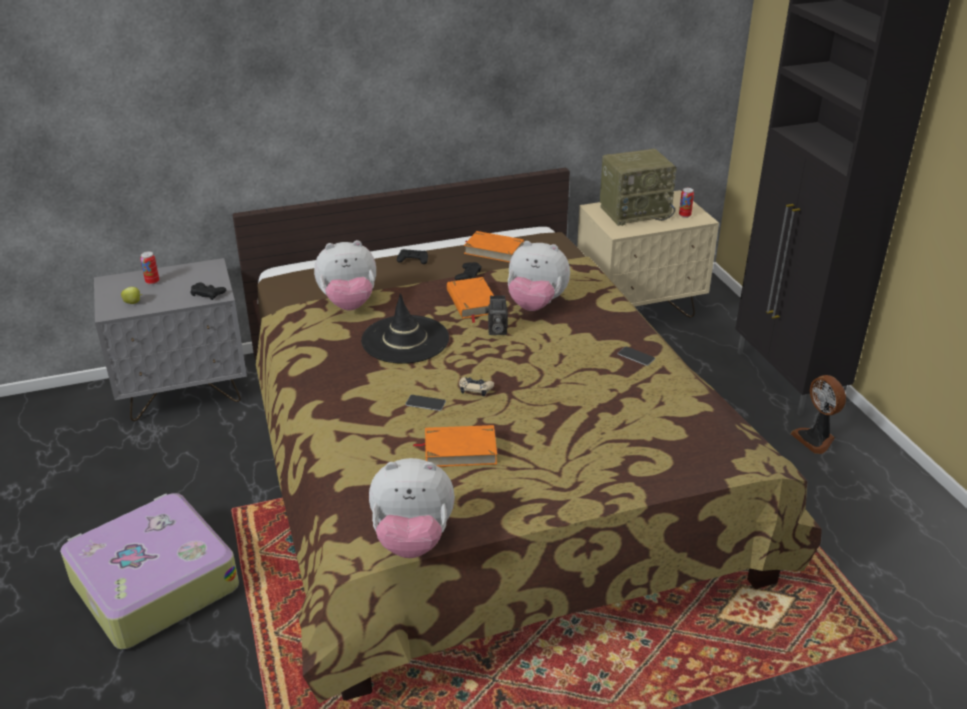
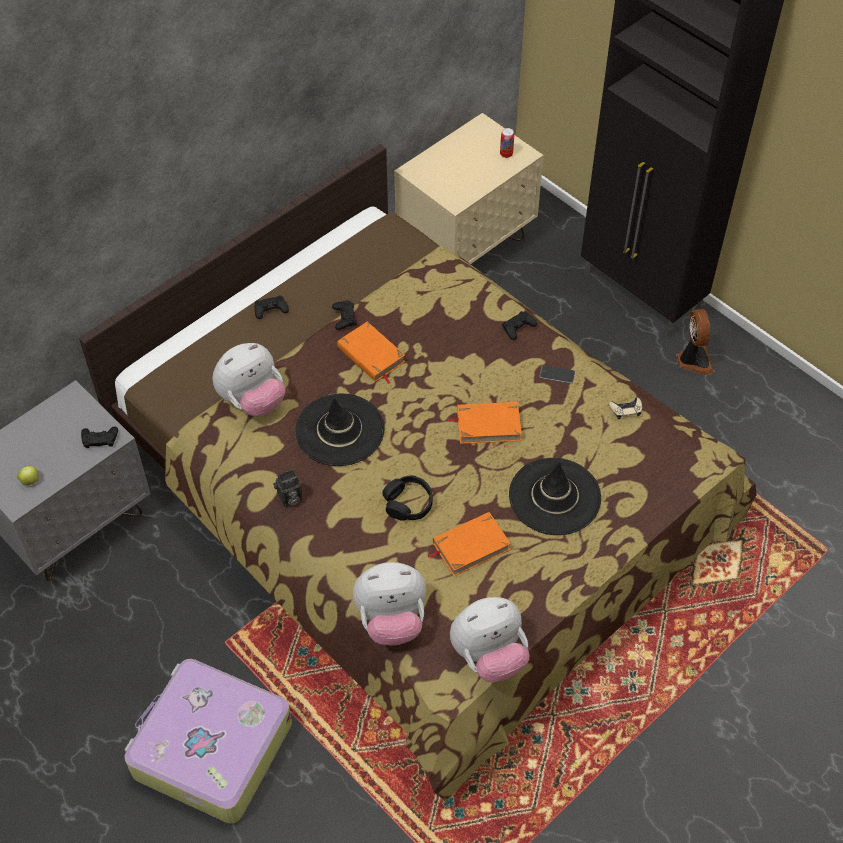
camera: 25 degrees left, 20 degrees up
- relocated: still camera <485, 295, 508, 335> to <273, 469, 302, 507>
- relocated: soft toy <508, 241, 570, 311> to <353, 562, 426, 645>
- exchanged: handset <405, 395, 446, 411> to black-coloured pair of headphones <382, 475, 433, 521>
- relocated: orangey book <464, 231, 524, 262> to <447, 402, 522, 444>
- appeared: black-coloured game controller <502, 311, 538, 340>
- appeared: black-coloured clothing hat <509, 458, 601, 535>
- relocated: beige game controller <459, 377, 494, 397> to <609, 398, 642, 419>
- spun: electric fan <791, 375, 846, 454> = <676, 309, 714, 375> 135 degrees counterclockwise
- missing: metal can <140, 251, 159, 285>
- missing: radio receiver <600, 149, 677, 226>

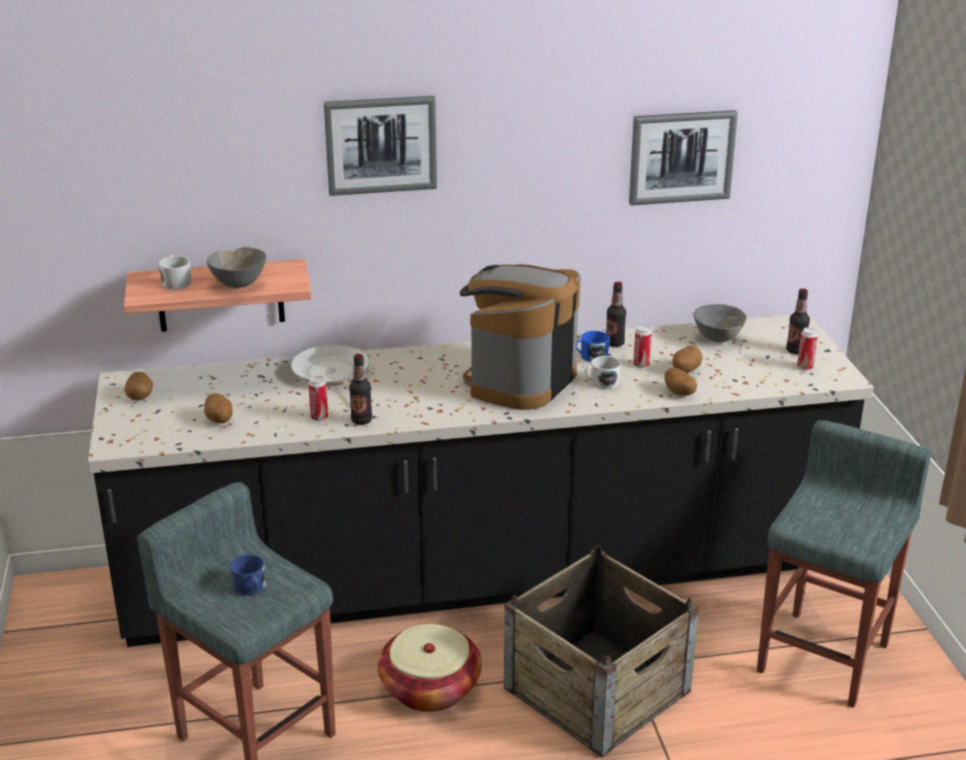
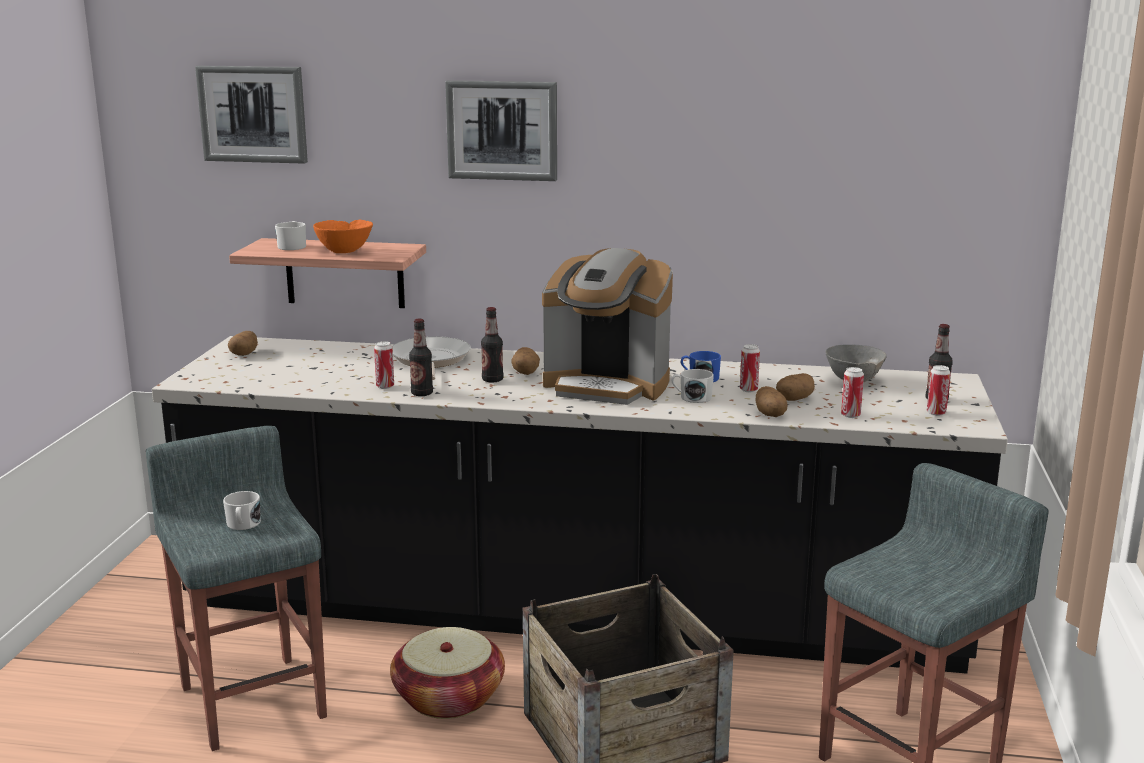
camera: 20 degrees right, 10 degrees down
- relocated: picture <629, 110, 738, 205> to <195, 66, 308, 163>
- colour: blue-coloured mug <230, 555, 265, 595> to white-coloured mug <223, 491, 261, 530>
- colour: greyish deep dish <207, 247, 267, 288> to orangey deep dish <313, 220, 373, 253>
- relocated: beverage bottle <606, 282, 626, 347> to <481, 307, 503, 383>
- relocated: spud <204, 393, 233, 423> to <511, 347, 540, 375>
- spun: coffee maker <459, 264, 580, 410> = <542, 248, 673, 405> 120 degrees counterclockwise
- appeared: metal can <841, 367, 864, 418>

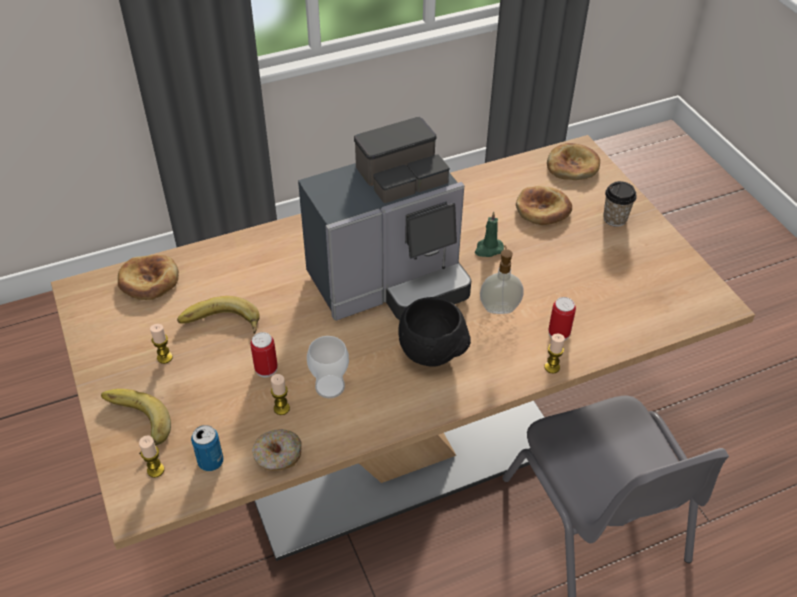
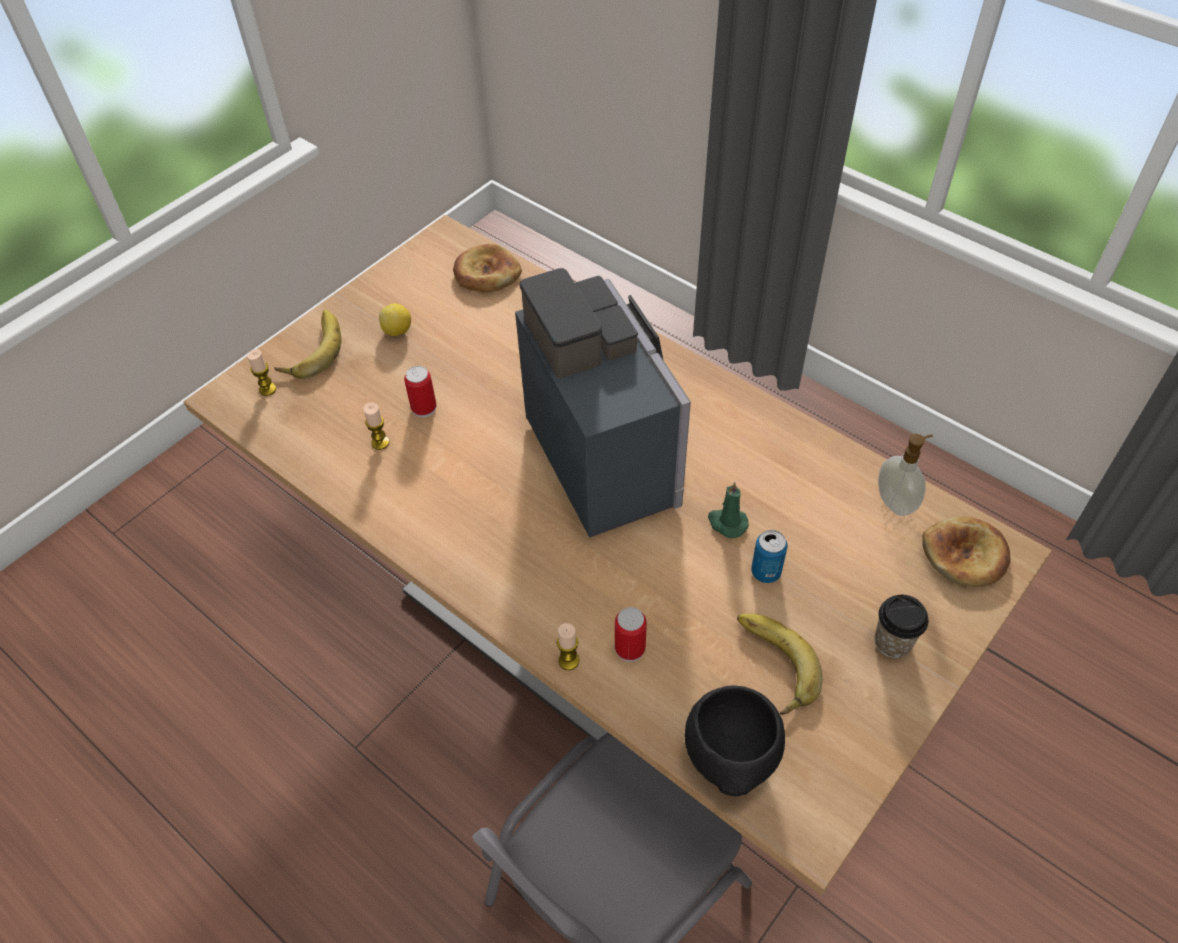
camera: 65 degrees right, 5 degrees up
- exchanged: candle <150, 324, 173, 364> to lemon <379, 304, 411, 336>
- spun: coffee maker <298, 117, 471, 321> = <515, 268, 691, 538> 150 degrees counterclockwise
- relocated: black-coloured deep dish <398, 297, 471, 366> to <685, 686, 785, 796>
- relocated: whole banana <177, 296, 260, 334> to <737, 614, 822, 715>
- relocated: metal can <191, 425, 224, 471> to <751, 530, 787, 583>
- relocated: soap dispenser <480, 245, 524, 314> to <878, 434, 933, 516>
- missing: donut <252, 429, 302, 471>
- missing: cup <307, 336, 349, 398>
- missing: bakery bread <516, 186, 572, 225>

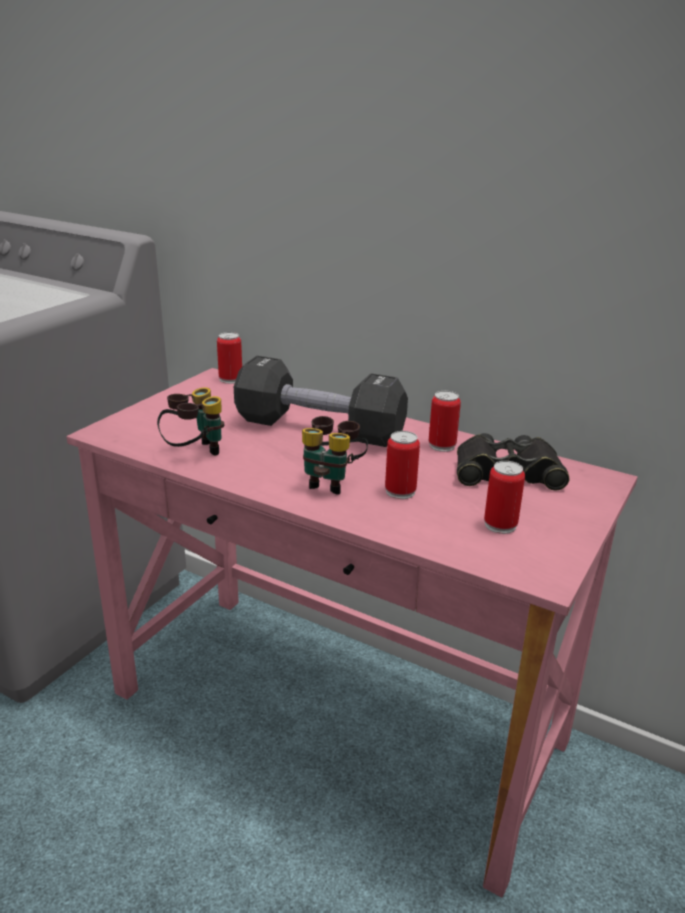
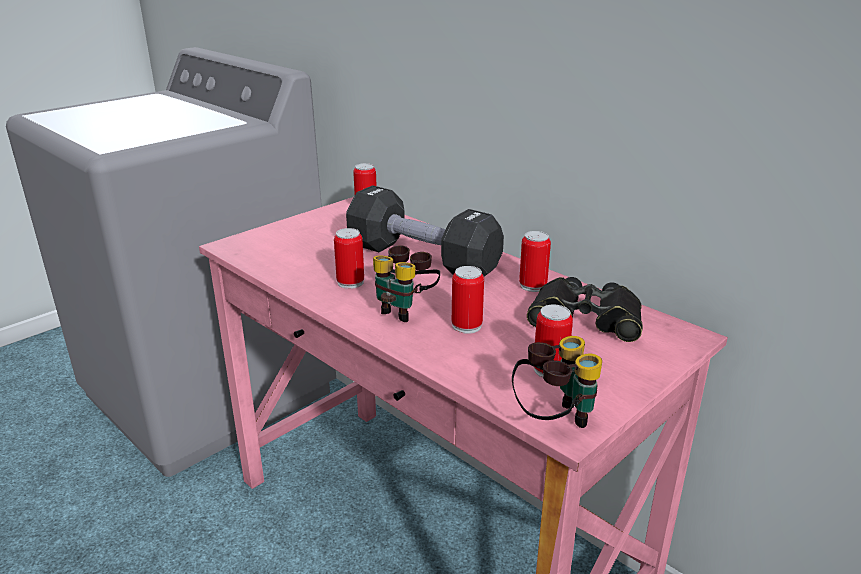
camera: 15 degrees right, 0 degrees up
- appeared: metal can <334, 228, 364, 289>
- relocated: binoculars <157, 387, 224, 455> to <512, 336, 602, 428>

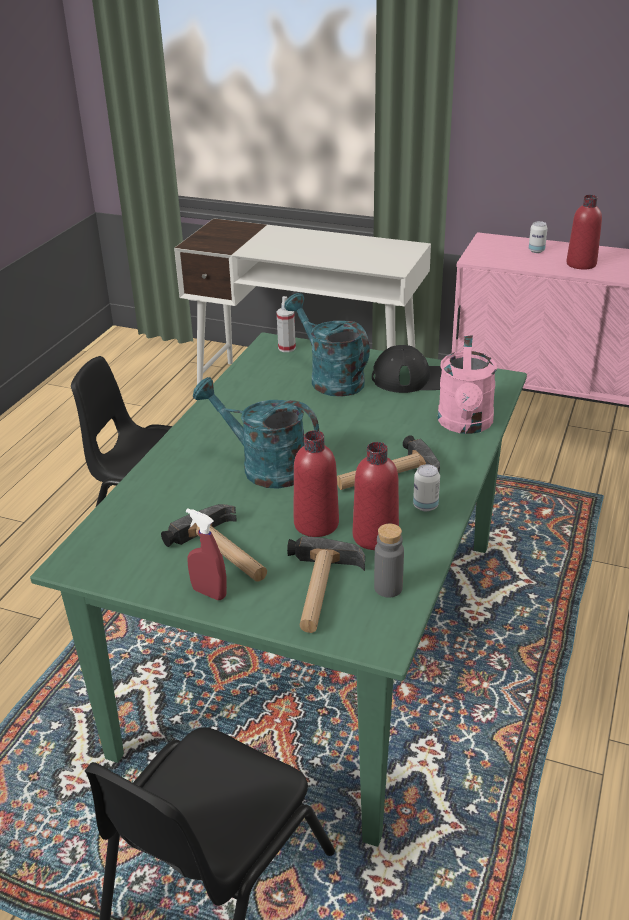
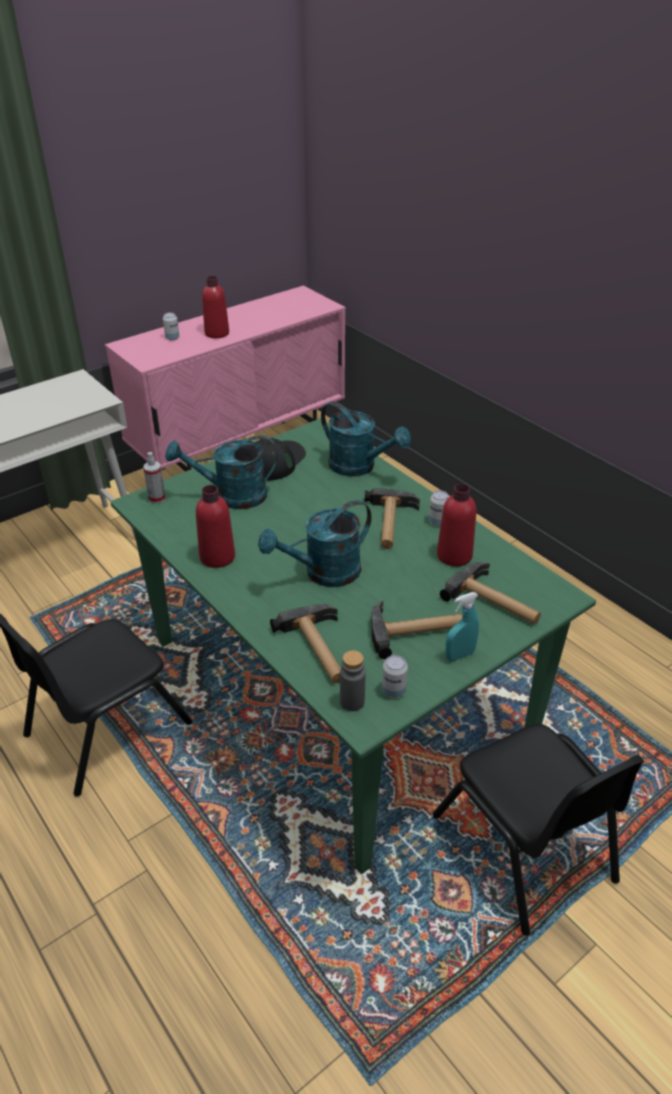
camera: 60 degrees left, 5 degrees up
- relocated: red beverage bottle <294, 430, 339, 537> to <196, 485, 235, 568>
- appeared: hammer <270, 604, 341, 683>
- colour: pink watering can <438, 335, 497, 434> to turquoise watering can <321, 402, 411, 477>
- relocated: greyish beverage bottle <374, 524, 404, 597> to <340, 650, 366, 711>
- appeared: metal can <382, 655, 408, 698>
- colour: red spray bottle <186, 508, 227, 600> to turquoise spray bottle <445, 592, 479, 661>

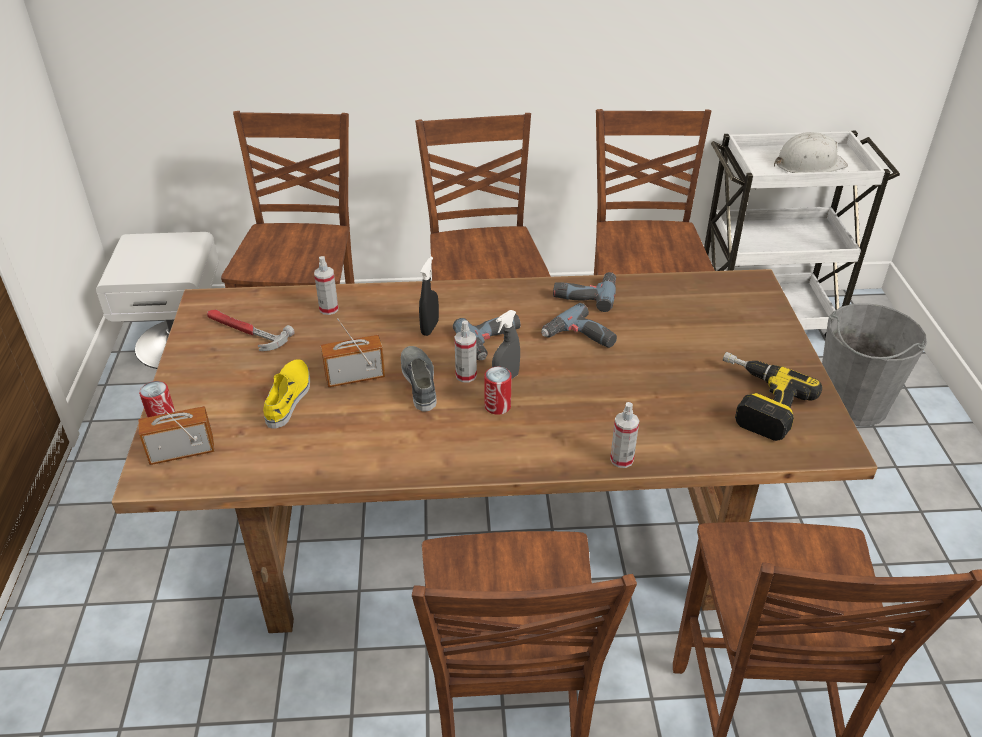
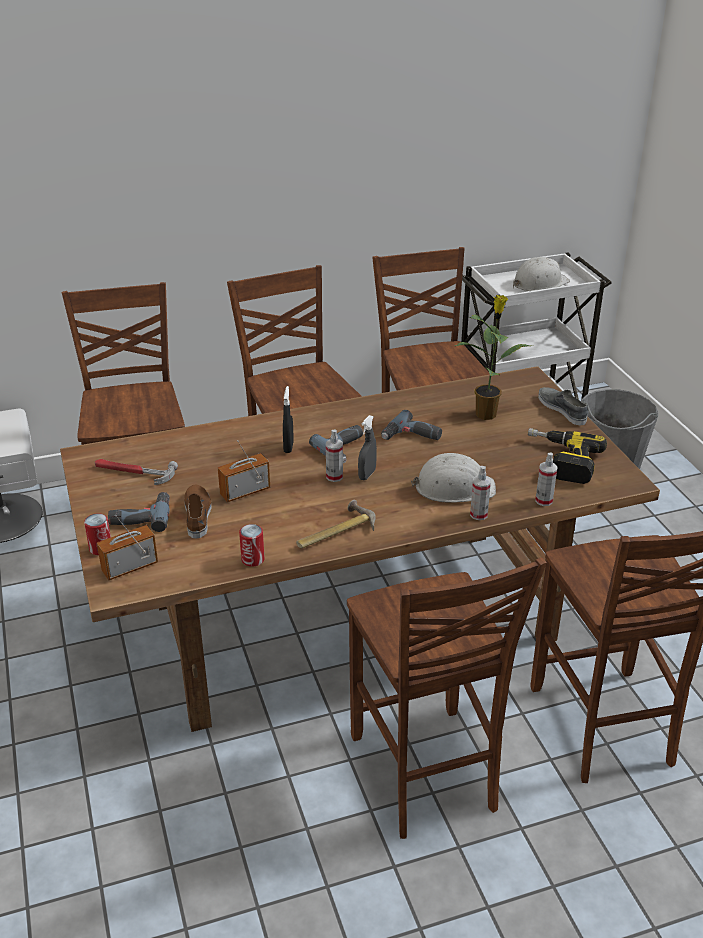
camera: 15 degrees left, 5 degrees down
- relocated: power drill <553, 272, 616, 312> to <108, 492, 170, 532>
- colour: yellow-coloured low shoe <263, 359, 310, 428> to brown low shoe <184, 485, 212, 538>
- relocated: metal can <484, 367, 512, 415> to <239, 524, 265, 567>
- appeared: hammer <296, 500, 376, 549>
- appeared: white-coloured hard hat <411, 453, 496, 503>
- appeared: houseplant <455, 295, 531, 420>
- relocated: spray bottle <314, 256, 338, 315> to <535, 453, 558, 506>
- relocated: greyish low shoe <401, 346, 437, 412> to <538, 387, 588, 426>

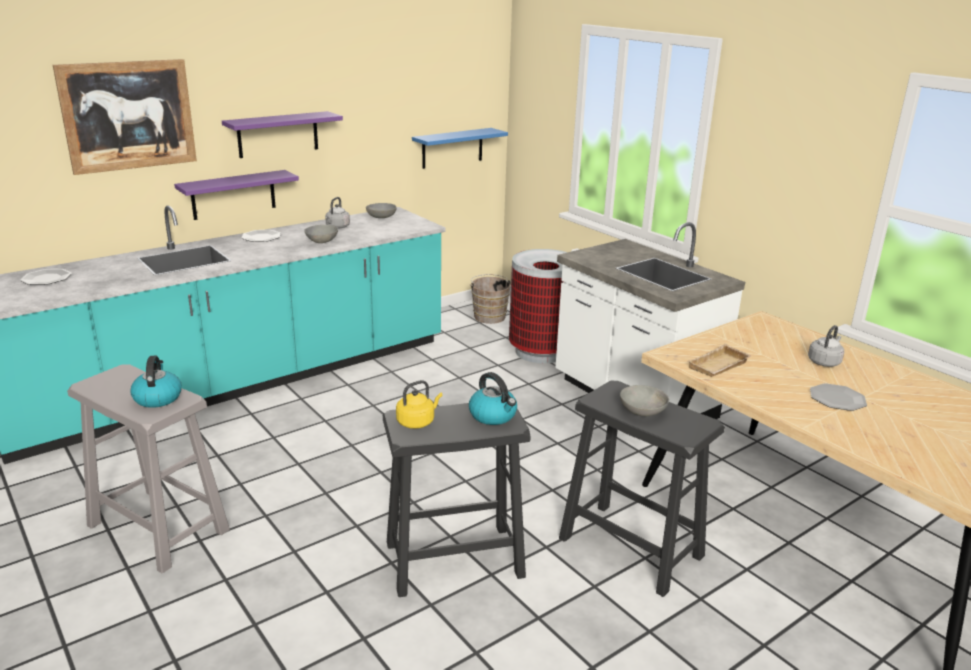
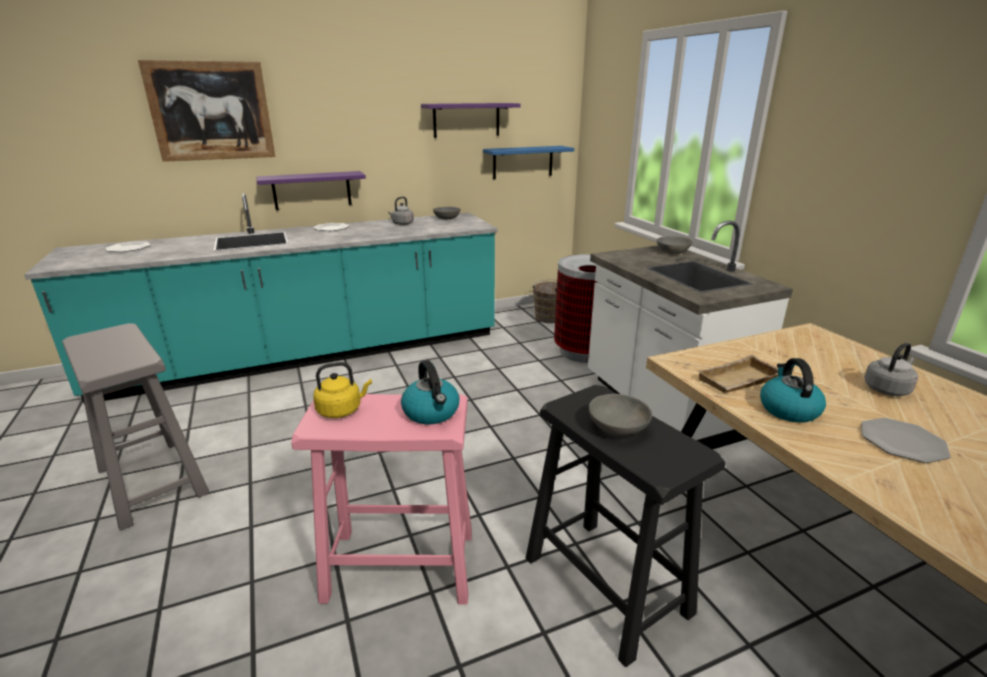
camera: 15 degrees right, 0 degrees up
- colour: black-coloured stool <383, 403, 531, 597> to pink stool <291, 393, 472, 605>
- relocated: purple bracket shelf <222, 111, 343, 158> to <421, 103, 520, 138>
- relocated: greyish deep dish <304, 225, 338, 243> to <656, 236, 692, 254>
- relocated: tea kettle <130, 356, 182, 408> to <760, 358, 826, 423>

